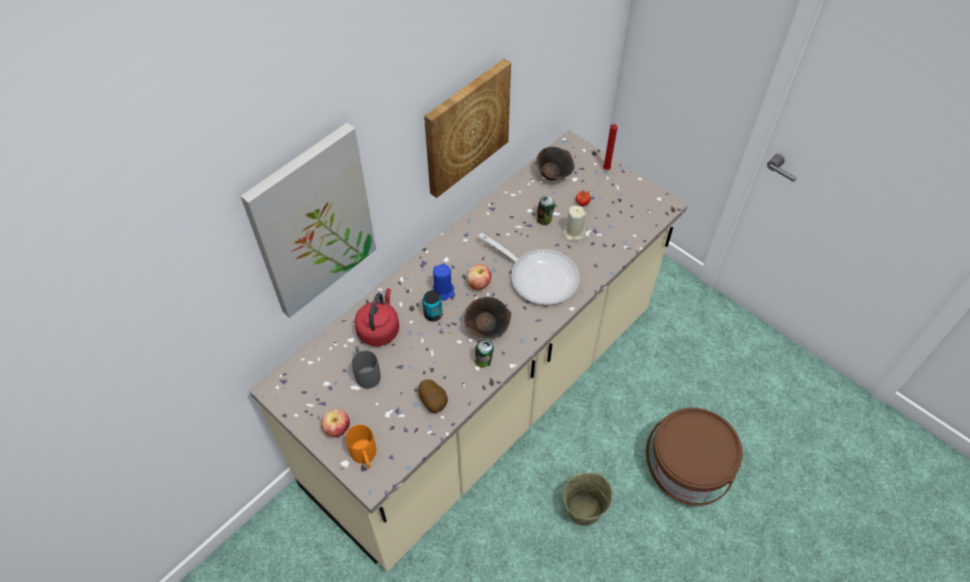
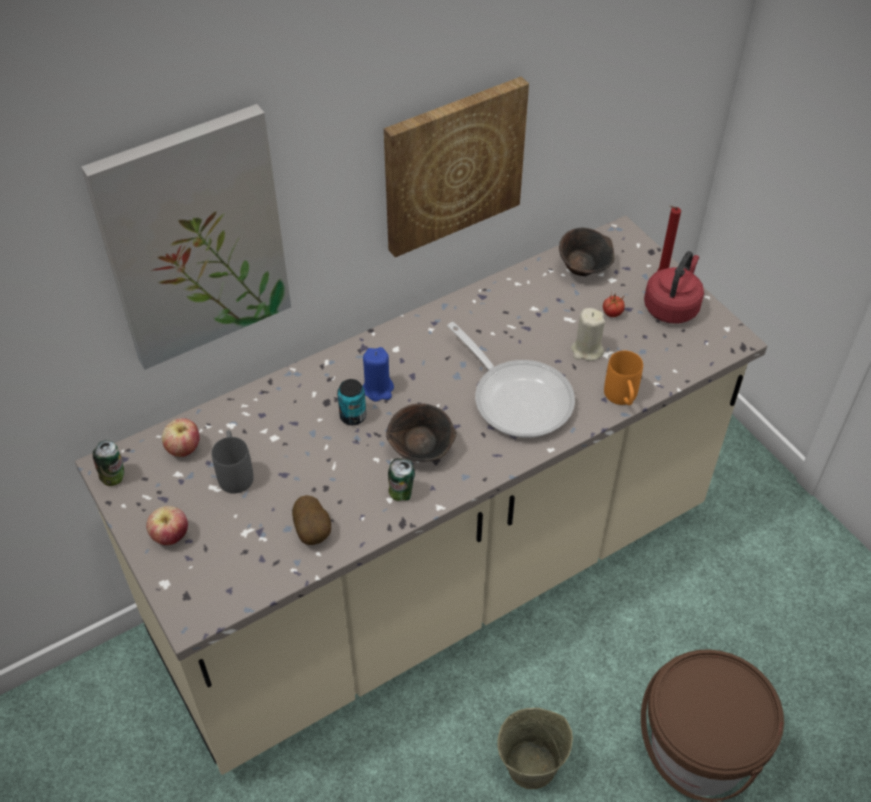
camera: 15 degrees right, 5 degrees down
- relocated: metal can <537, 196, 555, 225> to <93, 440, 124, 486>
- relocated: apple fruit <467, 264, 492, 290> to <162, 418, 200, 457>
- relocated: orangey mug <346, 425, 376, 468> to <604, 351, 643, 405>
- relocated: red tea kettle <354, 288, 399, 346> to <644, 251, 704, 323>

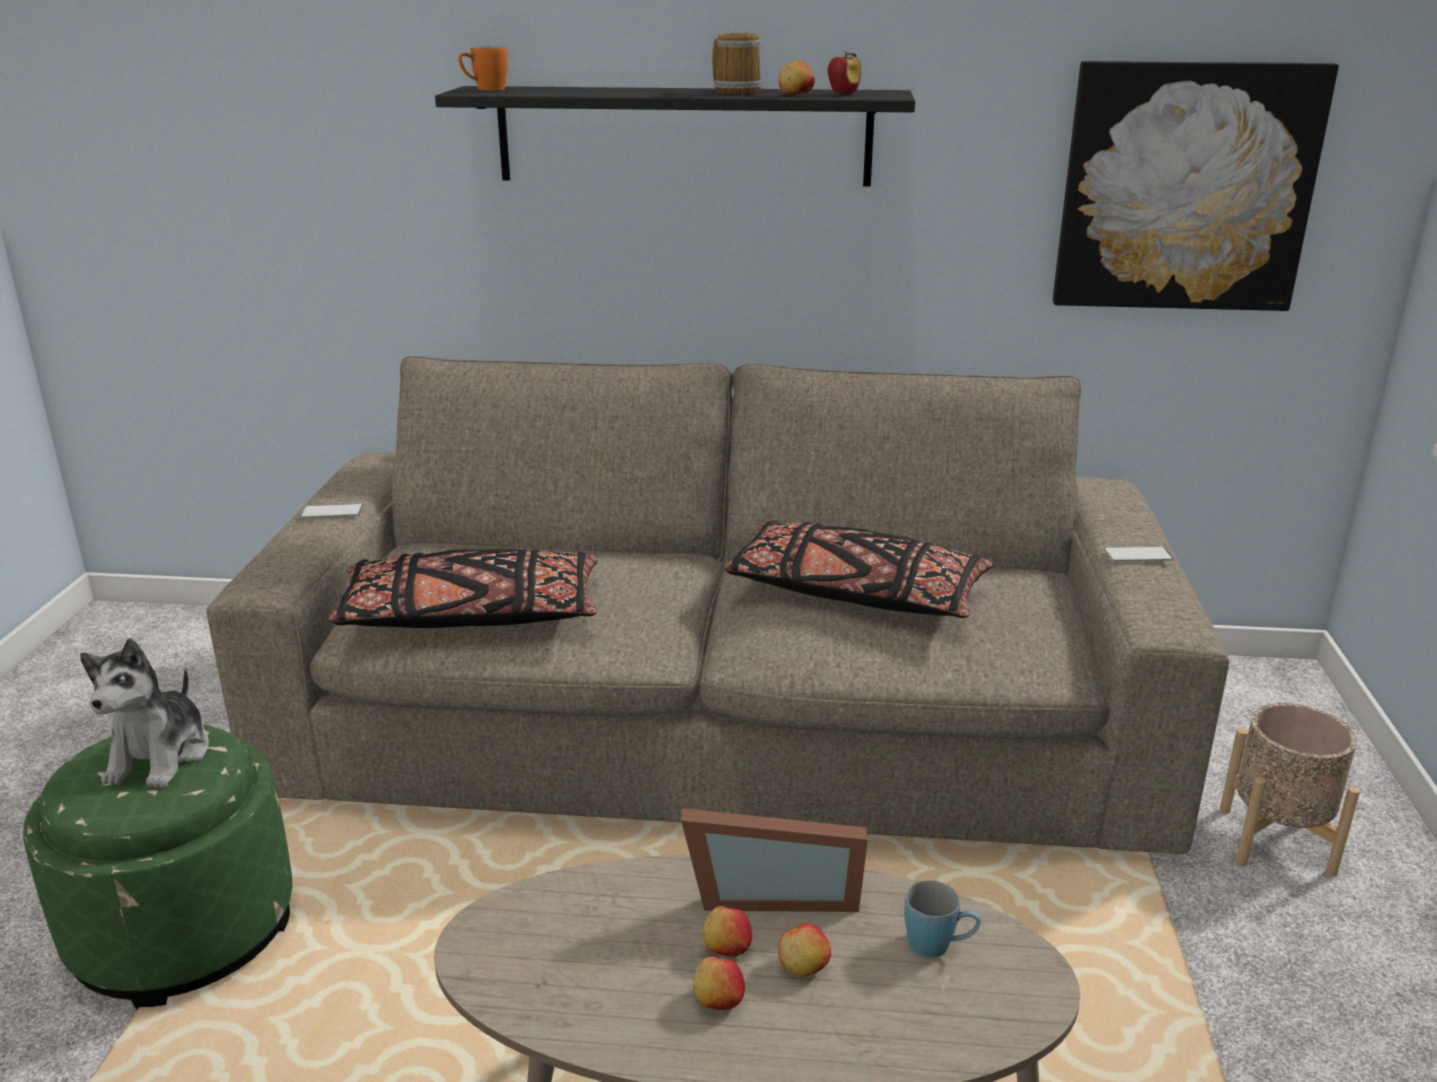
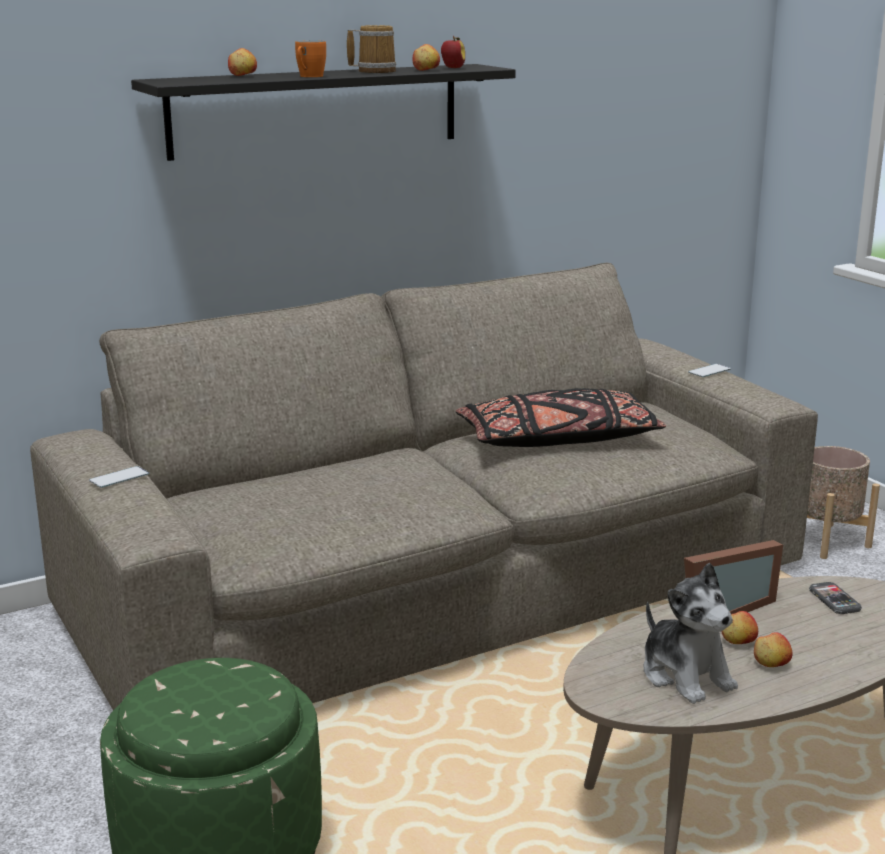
camera: 35 degrees left, 5 degrees down
- relocated: apple fruit <778, 923, 831, 976> to <228, 48, 257, 76>
- relocated: orangey mug <458, 46, 508, 91> to <295, 40, 326, 77>
- relocated: soft toy <80, 638, 209, 788> to <643, 563, 738, 704>
- exchanged: blue-coloured mug <904, 880, 981, 958> to handset <809, 582, 862, 614>
- missing: black-coloured cushion <329, 548, 598, 628>
- missing: picture <1053, 61, 1339, 311>

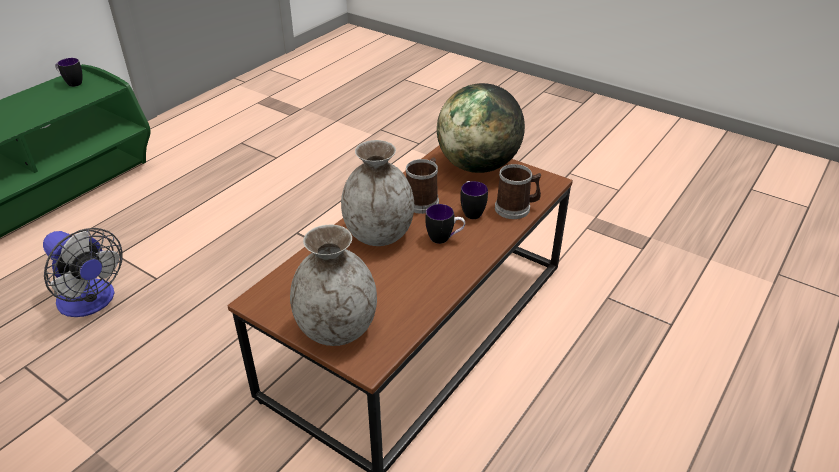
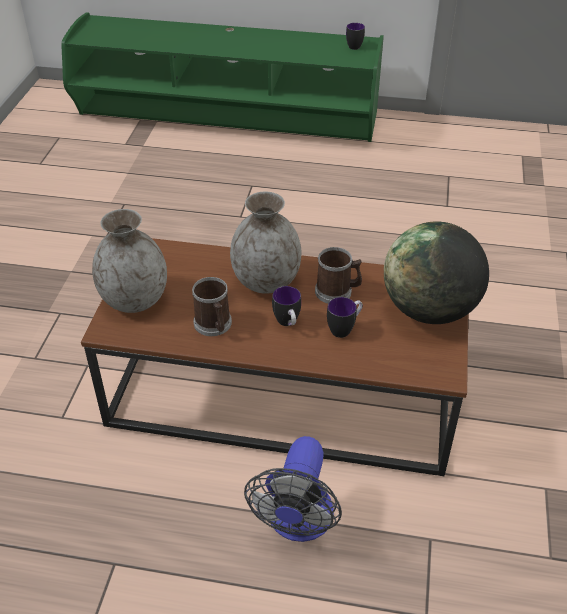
camera: 65 degrees right, 5 degrees up
- relocated: mug <495, 164, 541, 219> to <192, 277, 232, 336>
- relocated: electric fan <43, 228, 123, 317> to <244, 436, 342, 542>

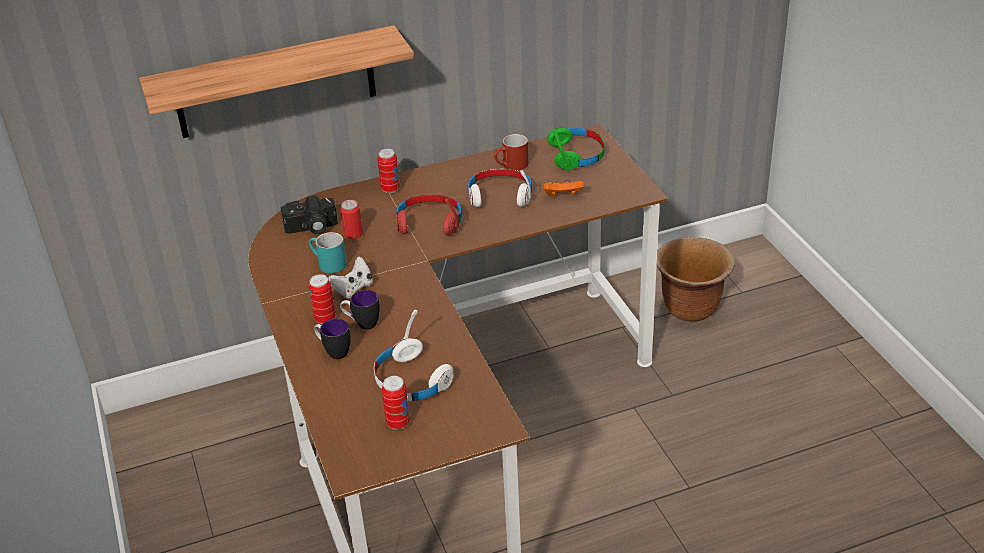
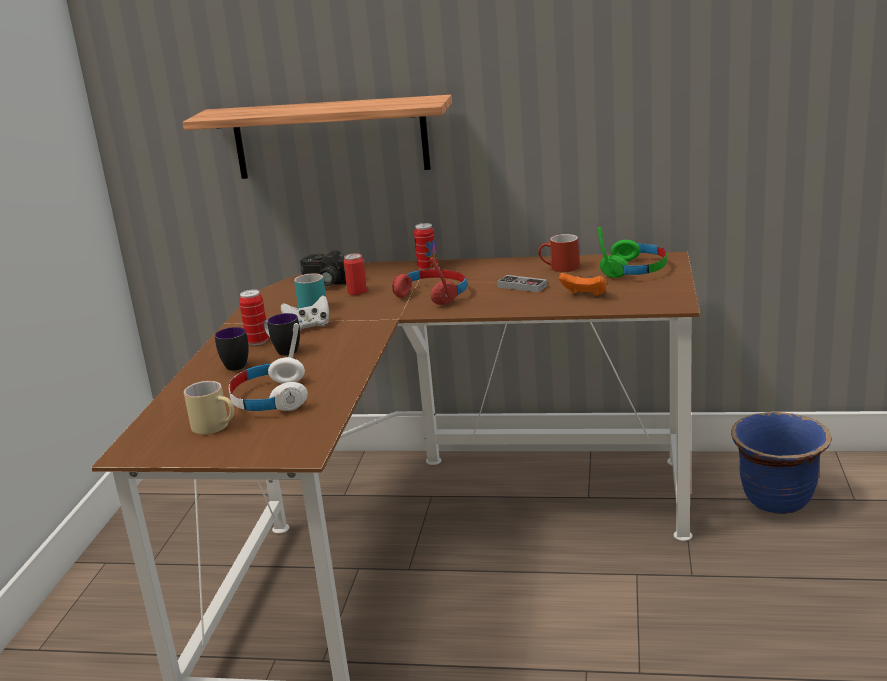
camera: 30 degrees right, 15 degrees down
- exchanged: metal can <382, 376, 410, 430> to beige mug <184, 381, 234, 435>
- exchanged: white-coloured pair of headphones <468, 169, 532, 207> to game controller <498, 275, 547, 292>
- colour: brown planter <657, 237, 735, 321> to blue-coloured planter <731, 412, 832, 514>

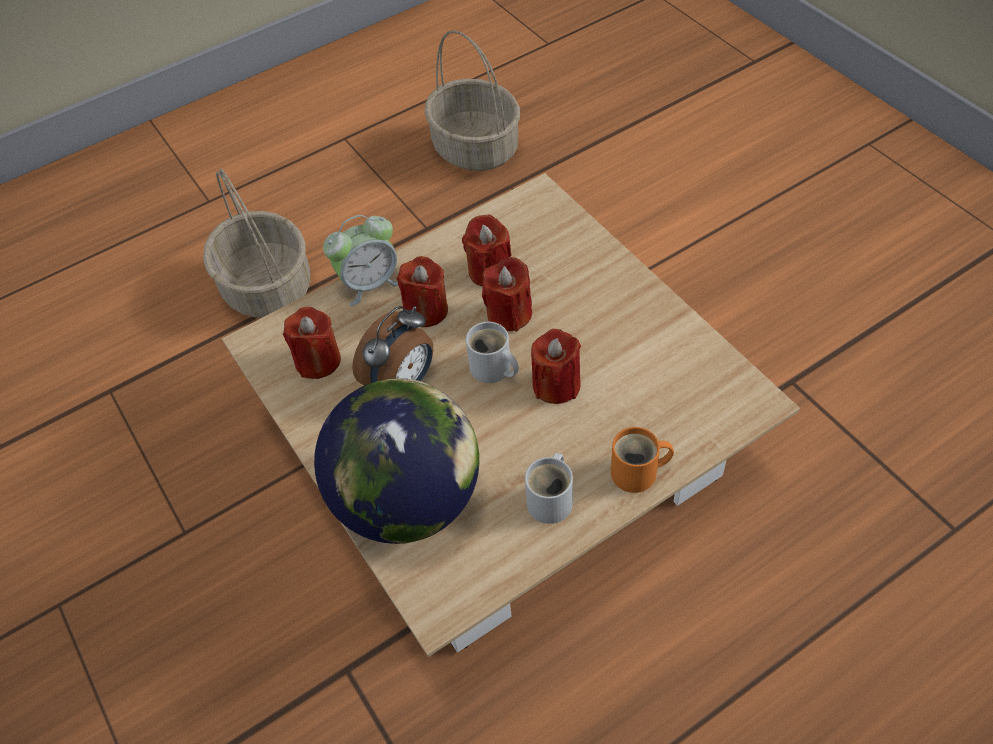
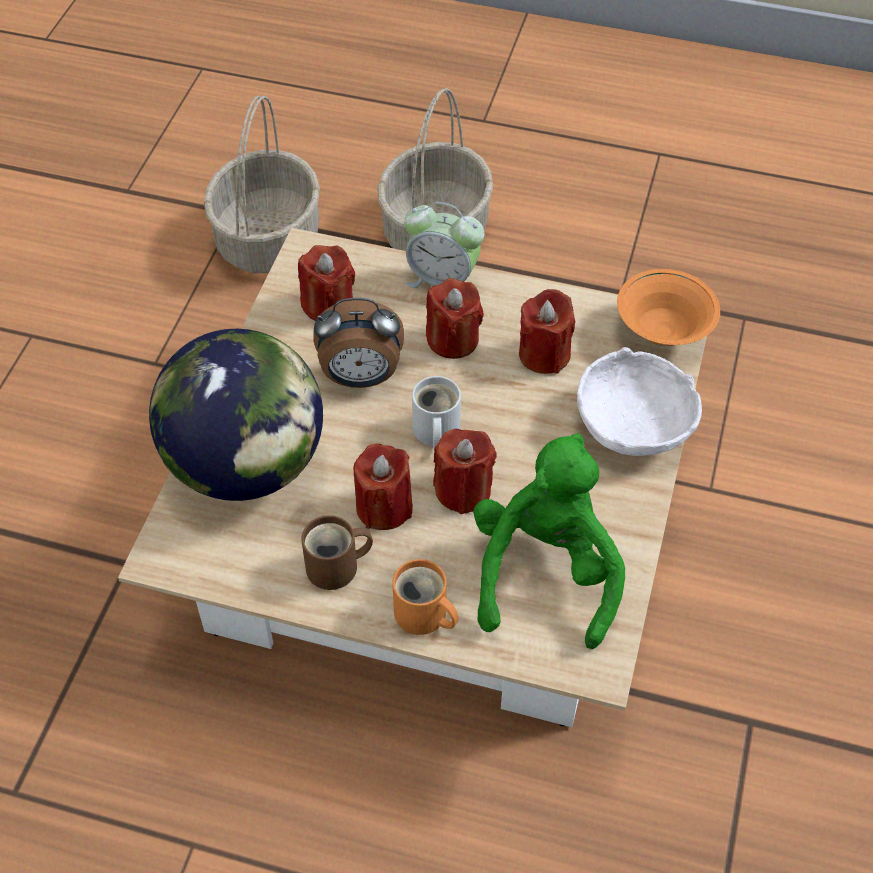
camera: 45 degrees right, 0 degrees up
- relocated: basket <424, 30, 520, 171> to <204, 96, 320, 273>
- colour: white-coloured mug <525, 453, 573, 524> to brown mug <301, 515, 373, 590>
- relocated: red candle <482, 257, 532, 332> to <353, 444, 413, 530>
- appeared: green soft toy <473, 433, 625, 649>
- appeared: white-coloured deep dish <577, 347, 702, 456>
- appeared: orangey deep dish <617, 269, 720, 346>

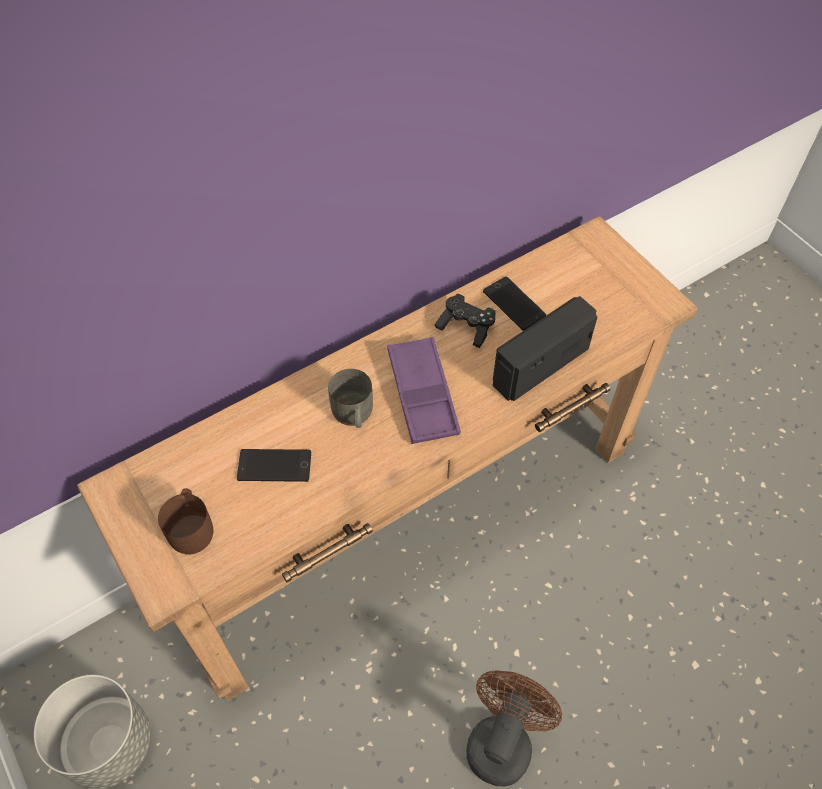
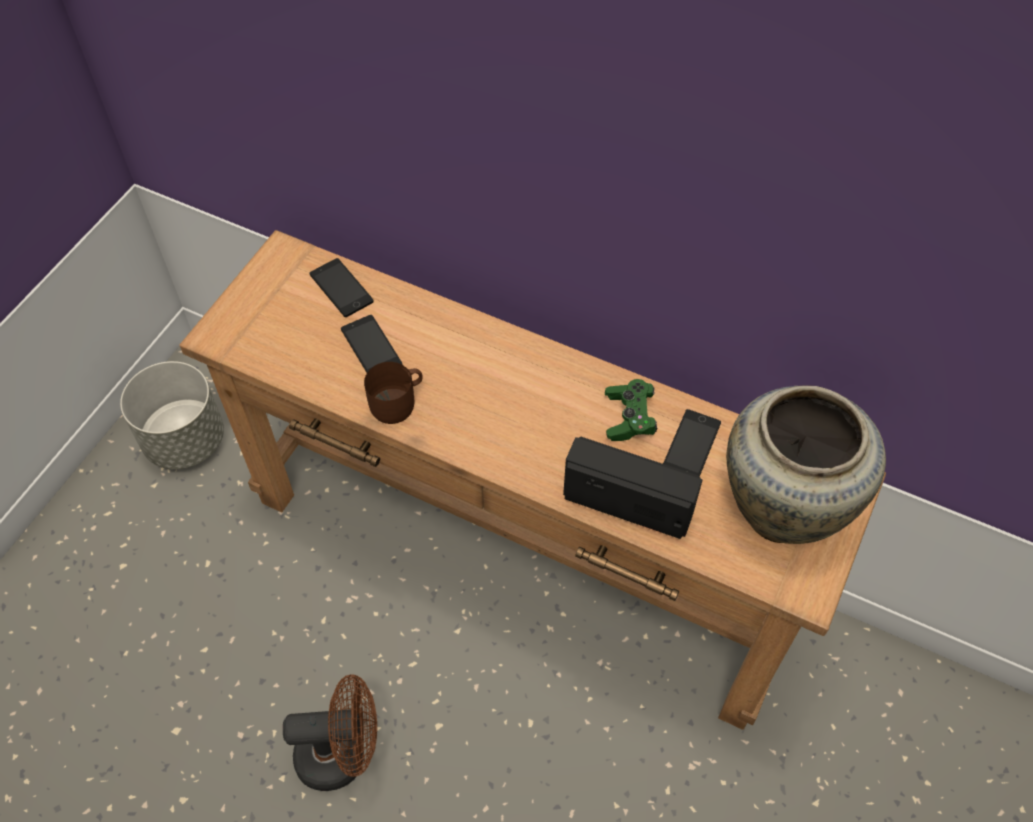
camera: 60 degrees right, 0 degrees up
- appeared: handset <310, 258, 374, 317>
- relocated: brown mug <158, 488, 213, 554> to <364, 362, 423, 424>
- colour: black-coloured game controller <435, 294, 496, 348> to green game controller <605, 379, 657, 441>
- appeared: beige decorative vase <726, 386, 886, 544>
- missing: greyish mug <328, 369, 373, 428>
- missing: purple carrying tray <387, 337, 461, 444>

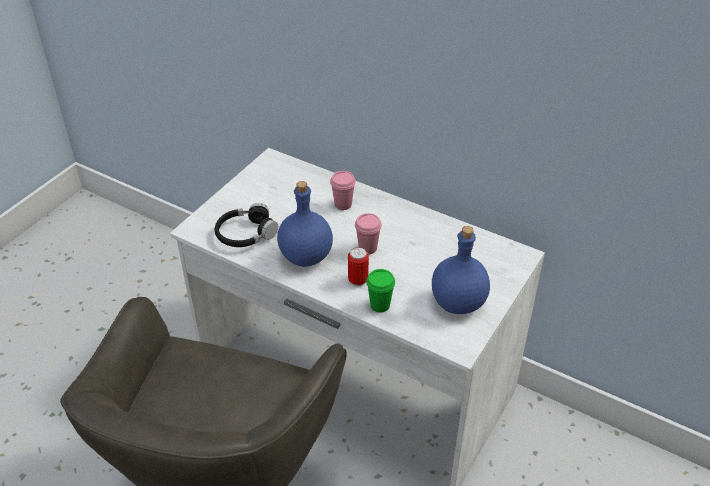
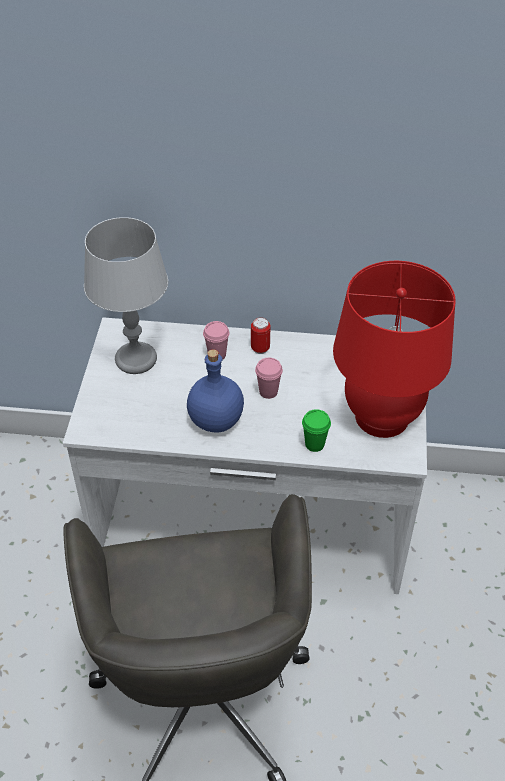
camera: 25 degrees left, 5 degrees up
- appeared: greyish tabletop lamp <84, 217, 168, 374>
- relocated: metal can <348, 247, 369, 286> to <251, 317, 270, 354>
- exchanged: blue-coloured beverage bottle <432, 226, 490, 314> to red tabletop lamp <333, 261, 456, 438>
- missing: black-coloured pair of headphones <215, 203, 278, 247>

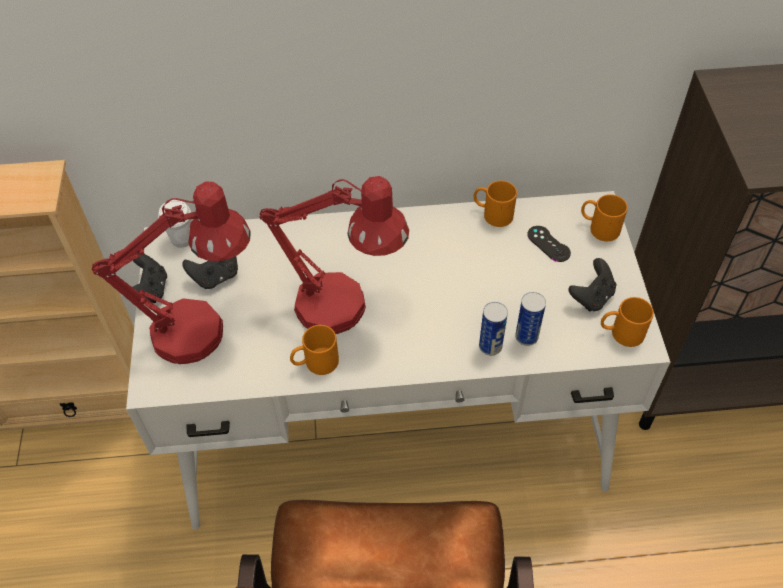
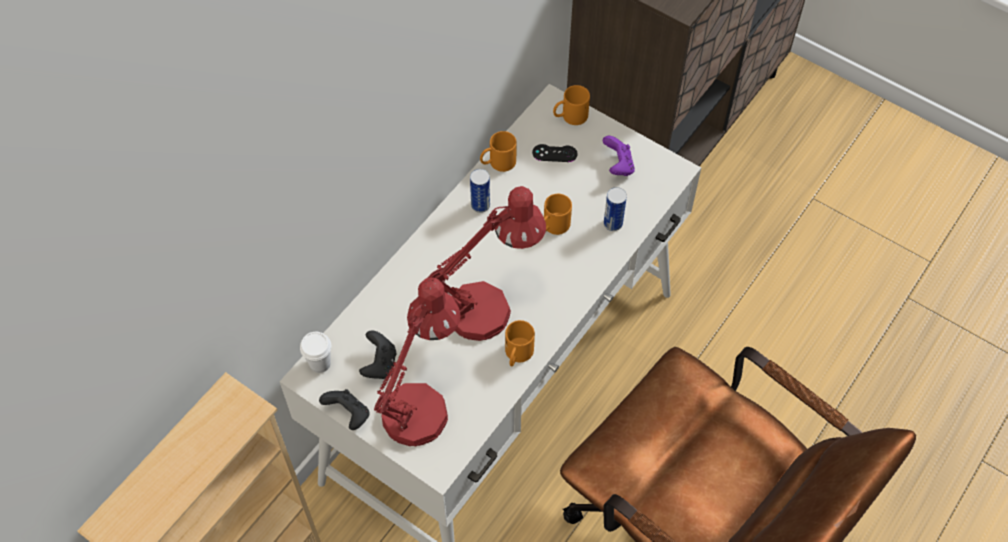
camera: 50 degrees left, 5 degrees up
- relocated: metal can <479, 302, 508, 356> to <470, 169, 490, 213>
- relocated: orangey mug <601, 297, 654, 347> to <544, 194, 572, 235>
- colour: black-coloured game controller <568, 258, 617, 311> to purple game controller <603, 136, 635, 176>

